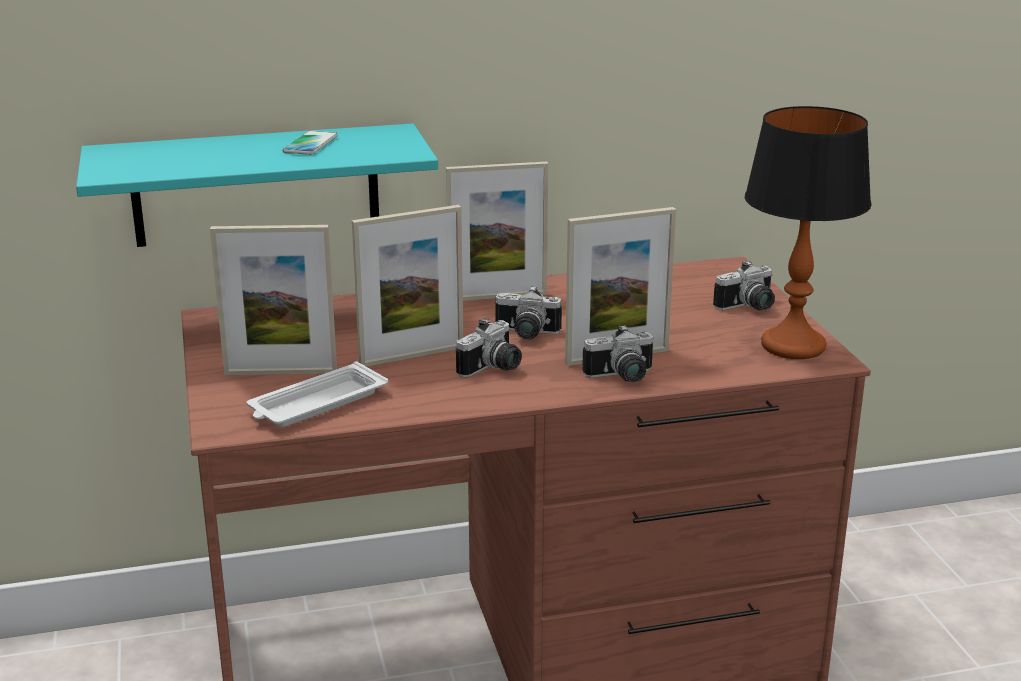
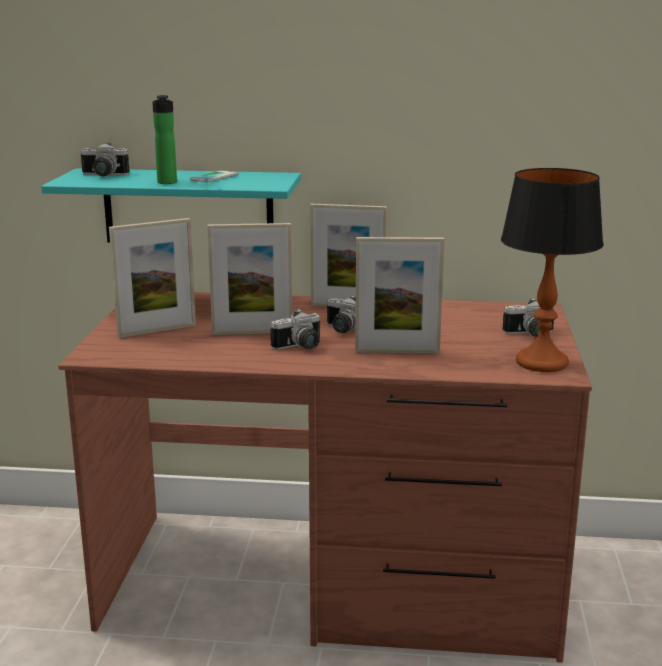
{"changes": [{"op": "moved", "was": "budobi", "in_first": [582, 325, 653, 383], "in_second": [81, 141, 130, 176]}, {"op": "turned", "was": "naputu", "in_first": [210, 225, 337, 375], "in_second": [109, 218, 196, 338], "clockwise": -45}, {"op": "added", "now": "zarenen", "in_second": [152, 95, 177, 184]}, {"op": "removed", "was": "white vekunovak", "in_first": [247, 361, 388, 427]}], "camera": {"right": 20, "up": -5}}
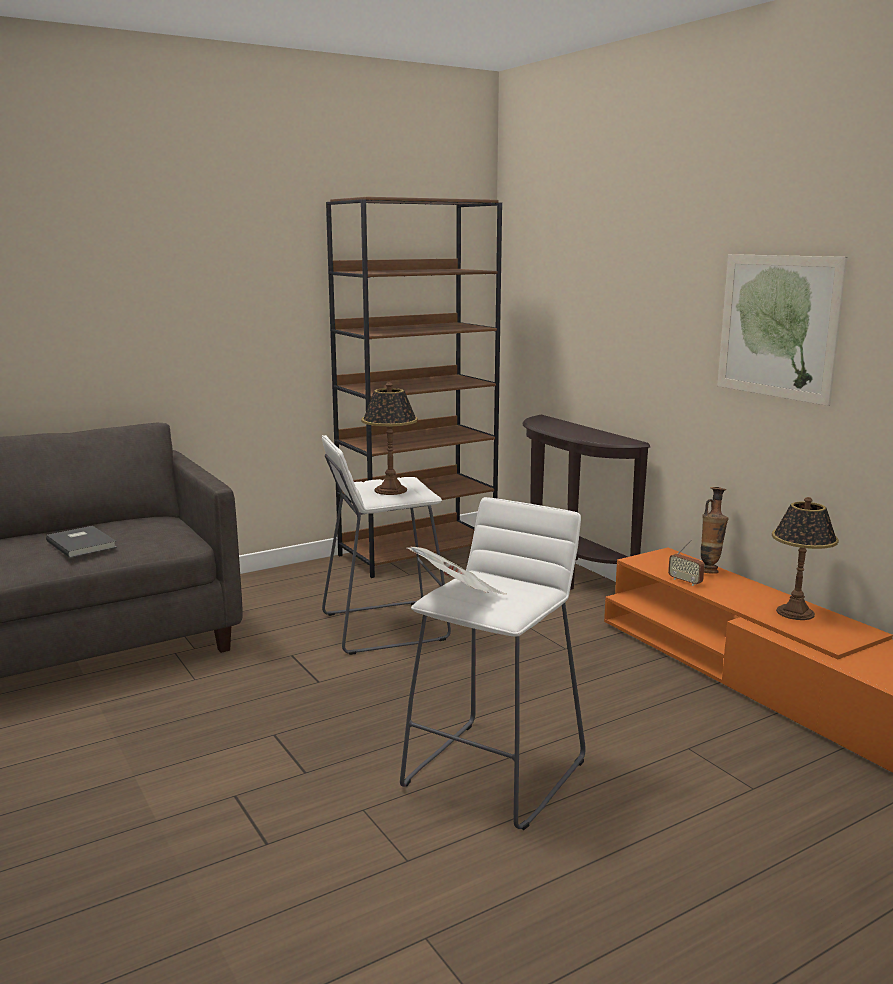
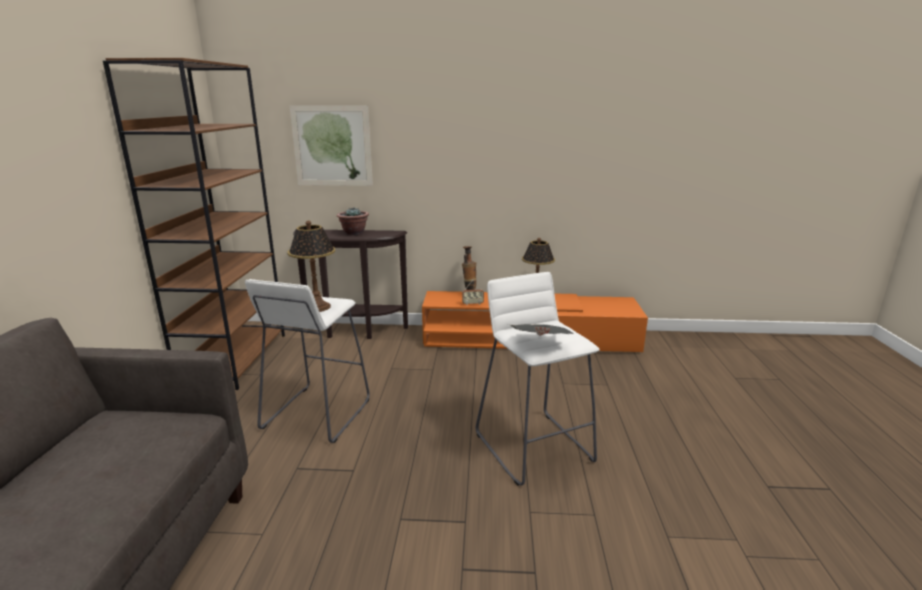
{"changes": [{"op": "moved", "was": "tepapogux", "in_first": [717, 254, 848, 406], "in_second": [290, 105, 373, 186]}, {"op": "added", "now": "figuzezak", "in_second": [337, 207, 369, 235]}, {"op": "removed", "was": "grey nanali", "in_first": [46, 526, 117, 558]}], "camera": {"right": -55, "up": 5}}
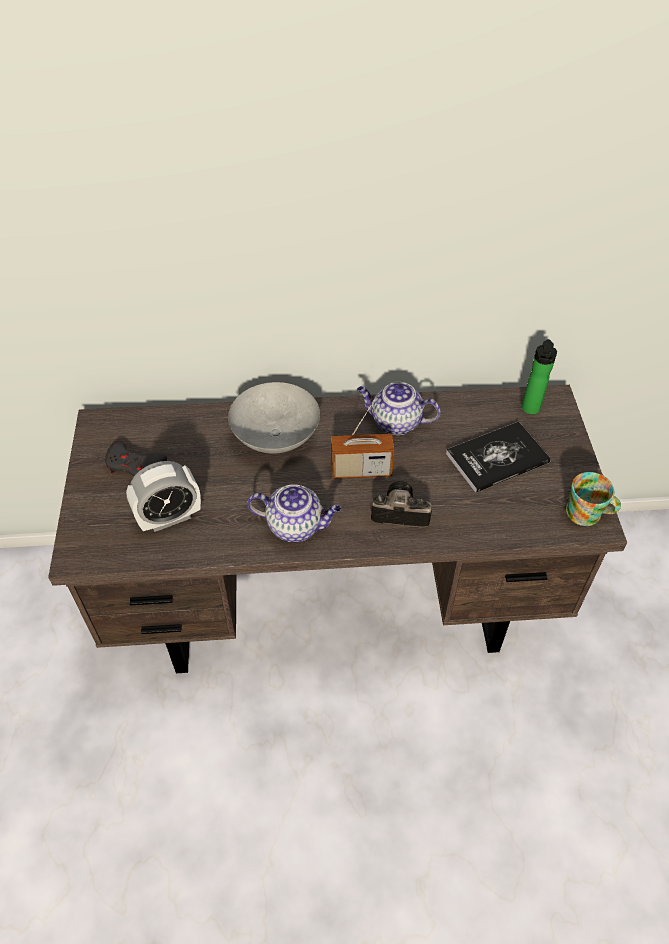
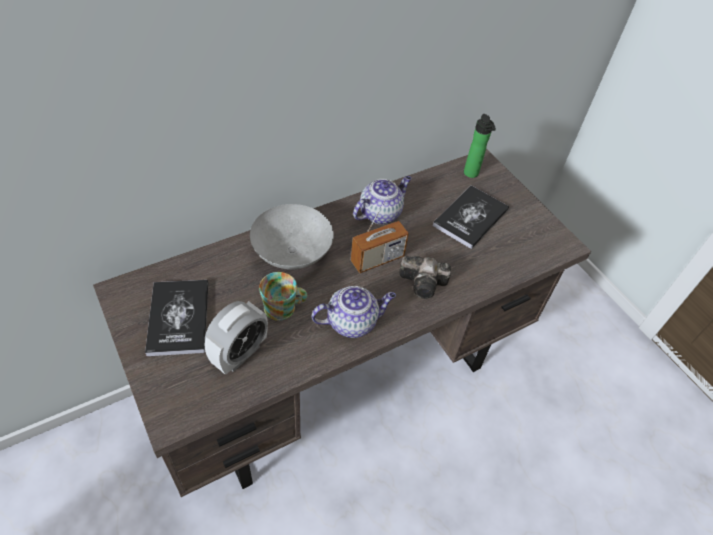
{"changes": [{"op": "replaced", "was": "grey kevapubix", "now": "nanali", "in_first": [105, 441, 167, 476], "in_second": [145, 280, 208, 356]}, {"op": "moved", "was": "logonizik", "in_first": [566, 472, 621, 526], "in_second": [259, 272, 307, 321]}, {"op": "turned", "was": "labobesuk", "in_first": [357, 382, 441, 435], "in_second": [353, 176, 411, 224], "clockwise": 150}, {"op": "turned", "was": "budobi", "in_first": [371, 481, 432, 528], "in_second": [399, 256, 452, 299], "clockwise": -150}], "camera": {"right": -30, "up": 0}}
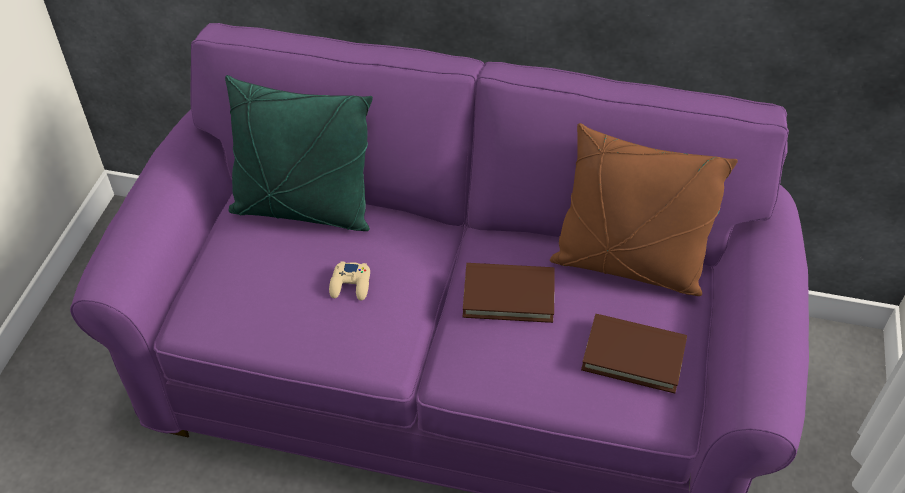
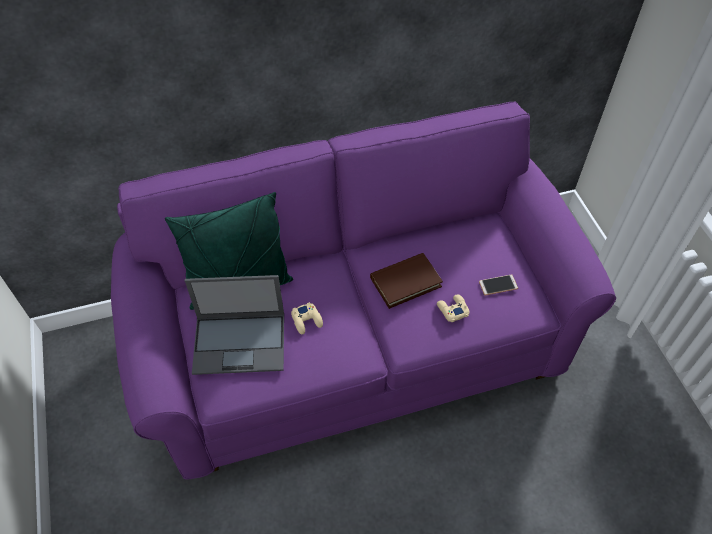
{"changes": [{"op": "added", "now": "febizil", "in_second": [185, 275, 284, 375]}, {"op": "added", "now": "beige kevapubix", "in_second": [437, 295, 470, 322]}, {"op": "replaced", "was": "brown nanali", "now": "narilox", "in_first": [581, 314, 687, 393], "in_second": [479, 274, 518, 295]}, {"op": "removed", "was": "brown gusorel", "in_first": [550, 123, 738, 296]}], "camera": {"right": -30, "up": 5}}
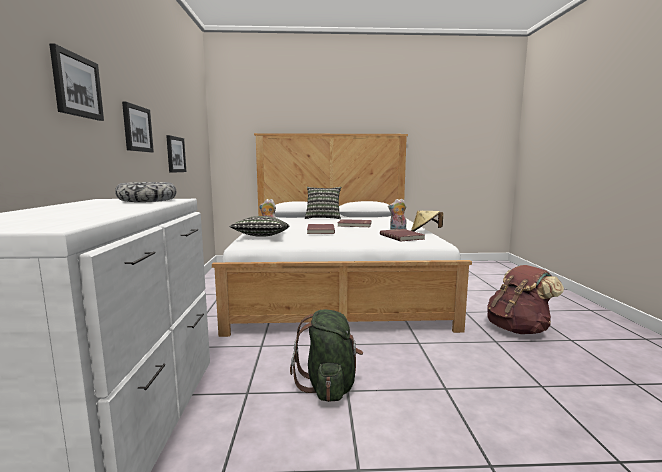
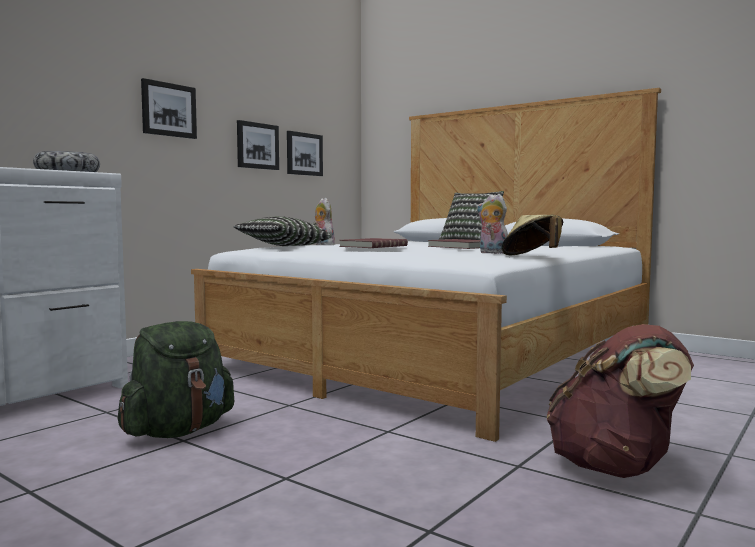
{"changes": [{"op": "moved", "was": "tepapogux", "in_first": [49, 43, 104, 121], "in_second": [287, 131, 323, 176]}, {"op": "removed", "was": "red nanali", "in_first": [380, 229, 425, 242]}], "camera": {"right": 40, "up": -5}}
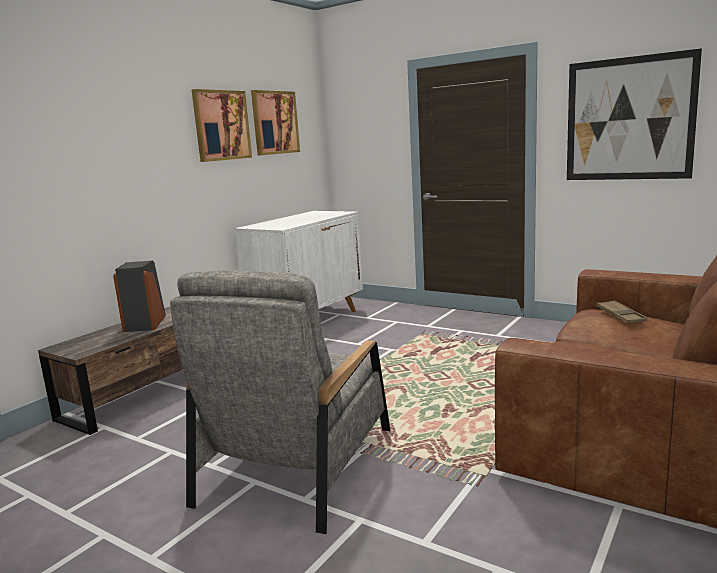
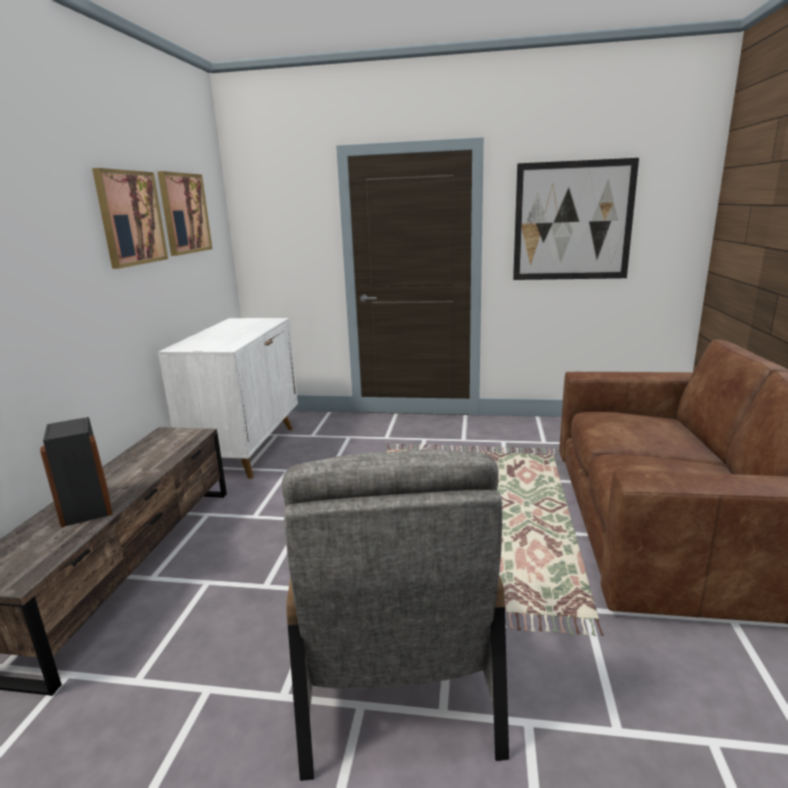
{"changes": [{"op": "removed", "was": "brown vekunovak", "in_first": [596, 300, 647, 324]}], "camera": {"right": -25, "up": 5}}
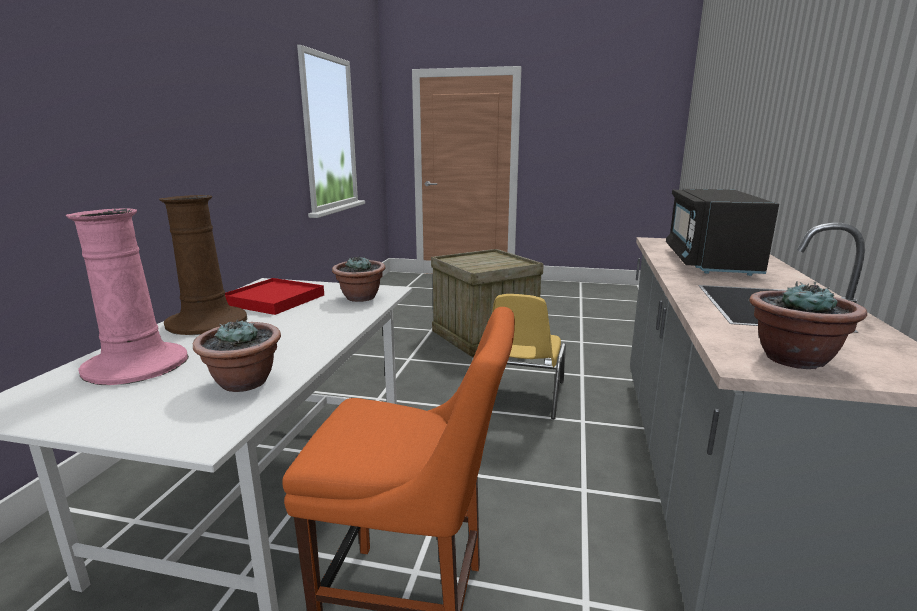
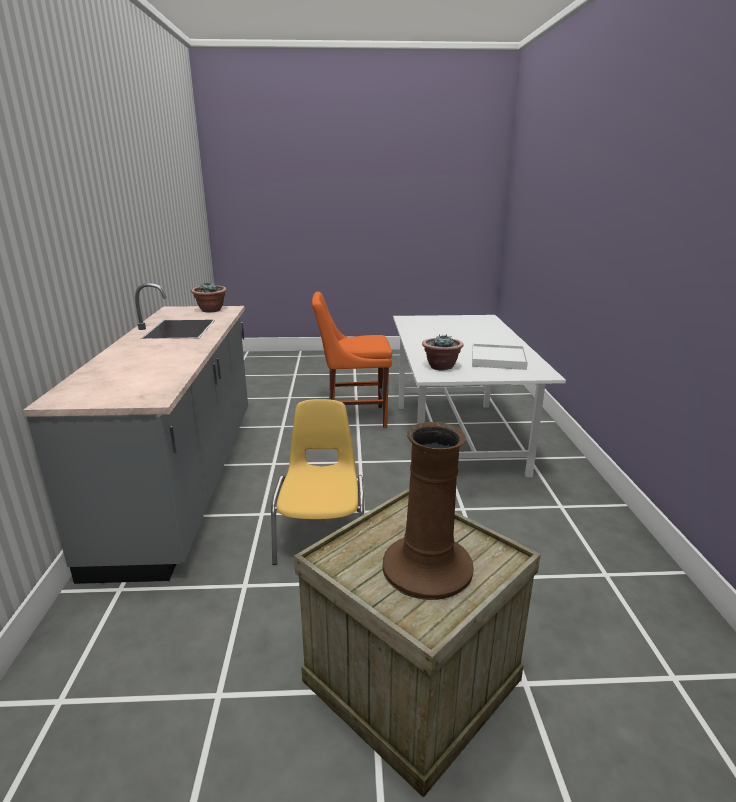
{"changes": [{"op": "moved", "was": "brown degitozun", "in_first": [159, 195, 247, 335], "in_second": [382, 422, 474, 600]}, {"op": "recoloured", "was": "red vekunovak", "now": "white vekunovak", "in_first": [225, 278, 324, 315], "in_second": [472, 344, 528, 370]}, {"op": "removed", "was": "pink degitozun", "in_first": [66, 209, 189, 385]}, {"op": "removed", "was": "figuzezak", "in_first": [193, 319, 281, 392]}, {"op": "removed", "was": "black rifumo", "in_first": [666, 189, 779, 276]}], "camera": {"right": 165, "up": 5}}
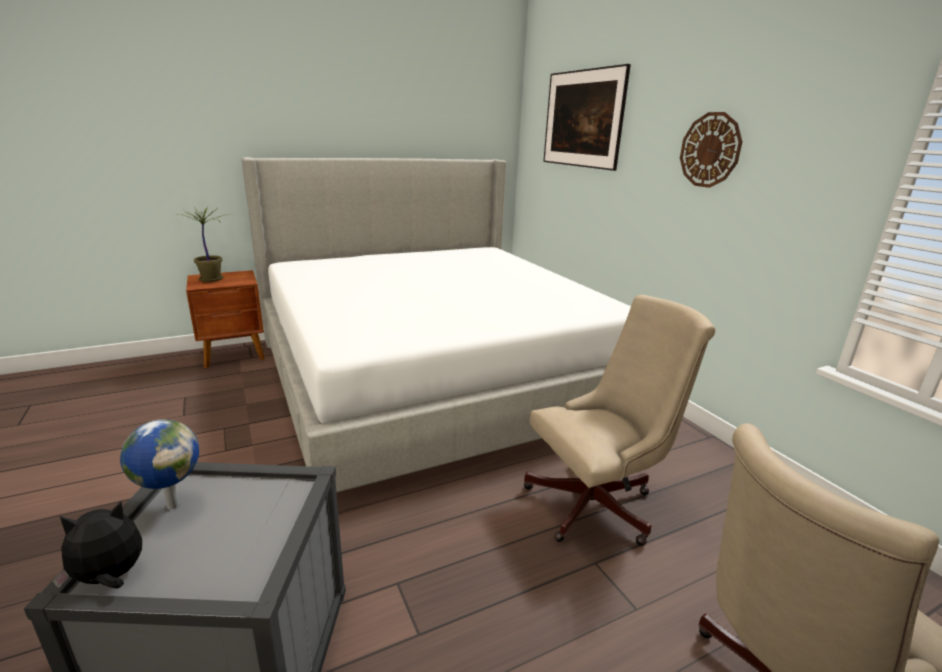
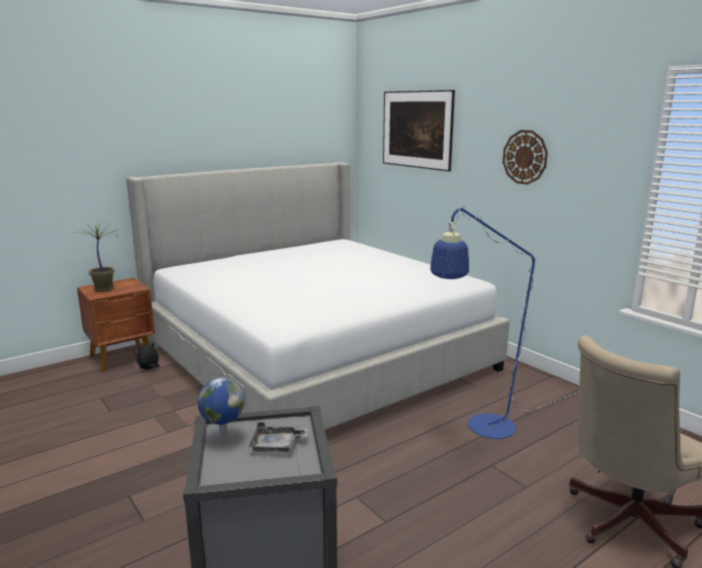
{"changes": [{"op": "moved", "was": "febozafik", "in_first": [52, 501, 142, 589], "in_second": [137, 342, 159, 370]}, {"op": "added", "now": "grey vekunovak", "in_second": [249, 422, 309, 452]}, {"op": "replaced", "was": "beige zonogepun", "now": "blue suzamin", "in_first": [524, 295, 716, 546], "in_second": [430, 206, 575, 439]}], "camera": {"right": -10, "up": -5}}
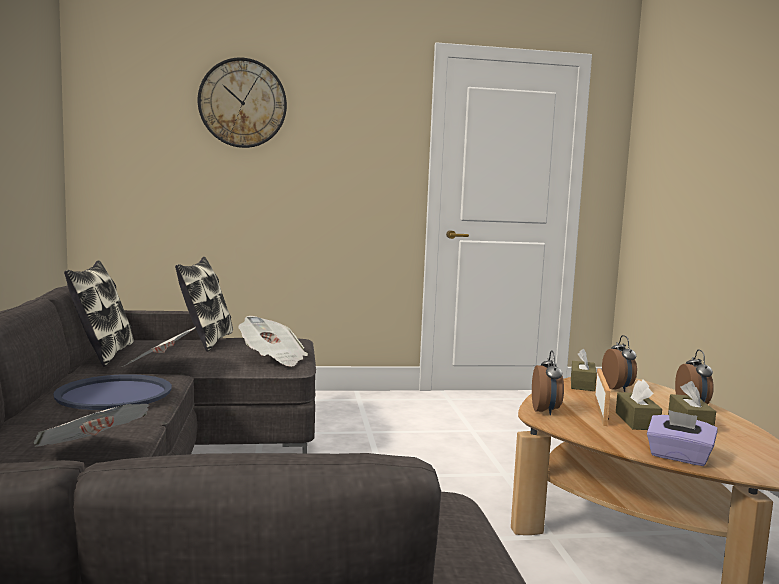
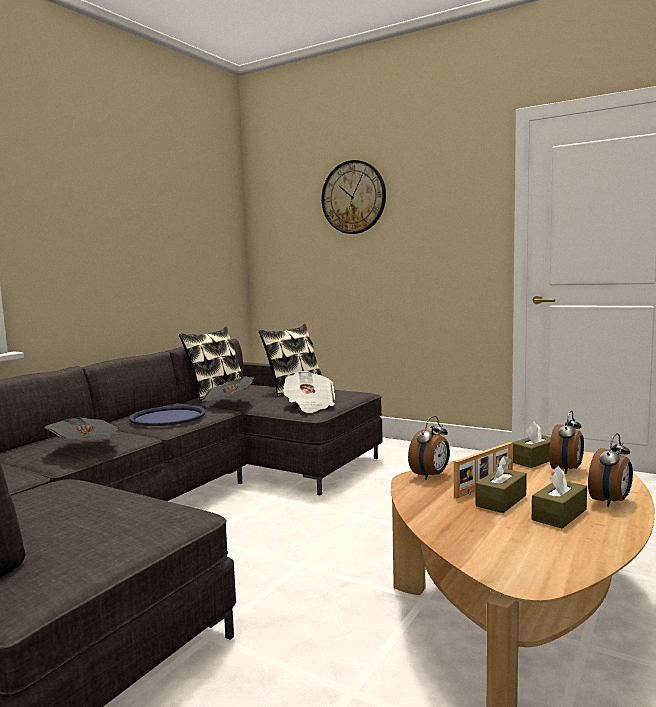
{"changes": [{"op": "removed", "was": "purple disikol", "in_first": [647, 410, 718, 466]}], "camera": {"right": 40, "up": 0}}
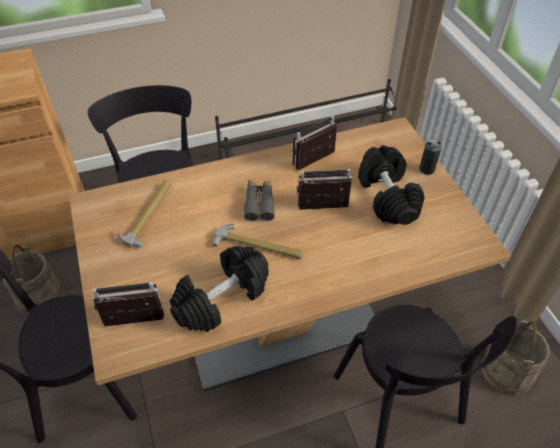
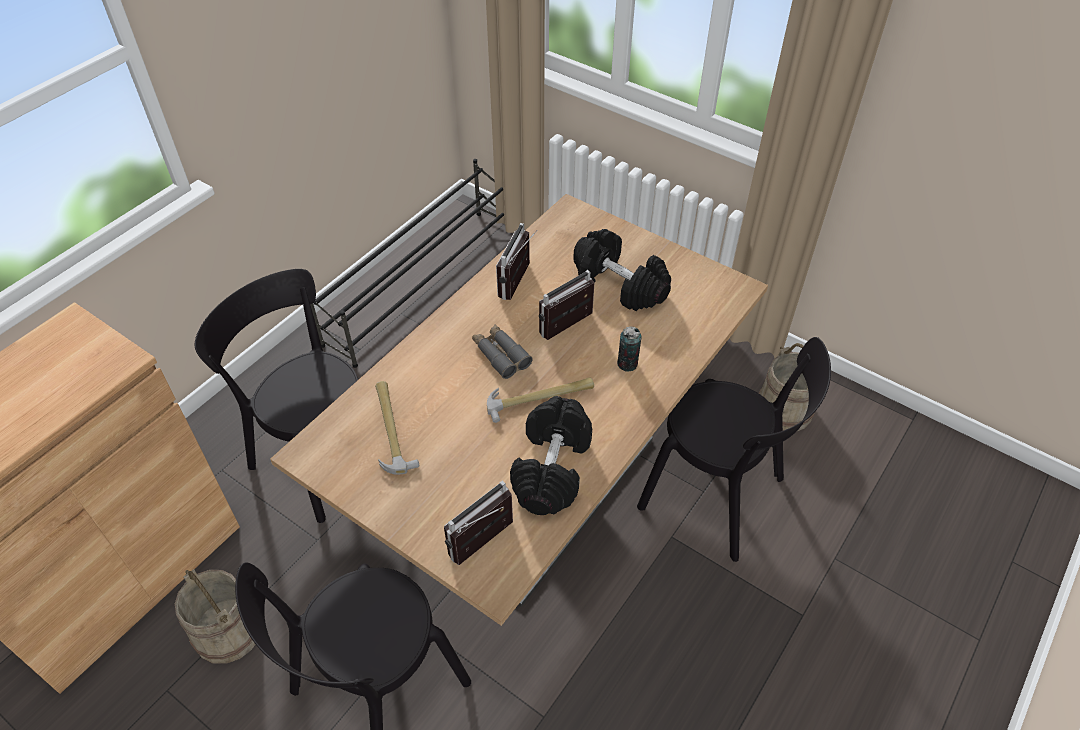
{"changes": [{"op": "moved", "was": "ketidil", "in_first": [419, 139, 442, 175], "in_second": [617, 326, 642, 372]}], "camera": {"right": -35, "up": 0}}
